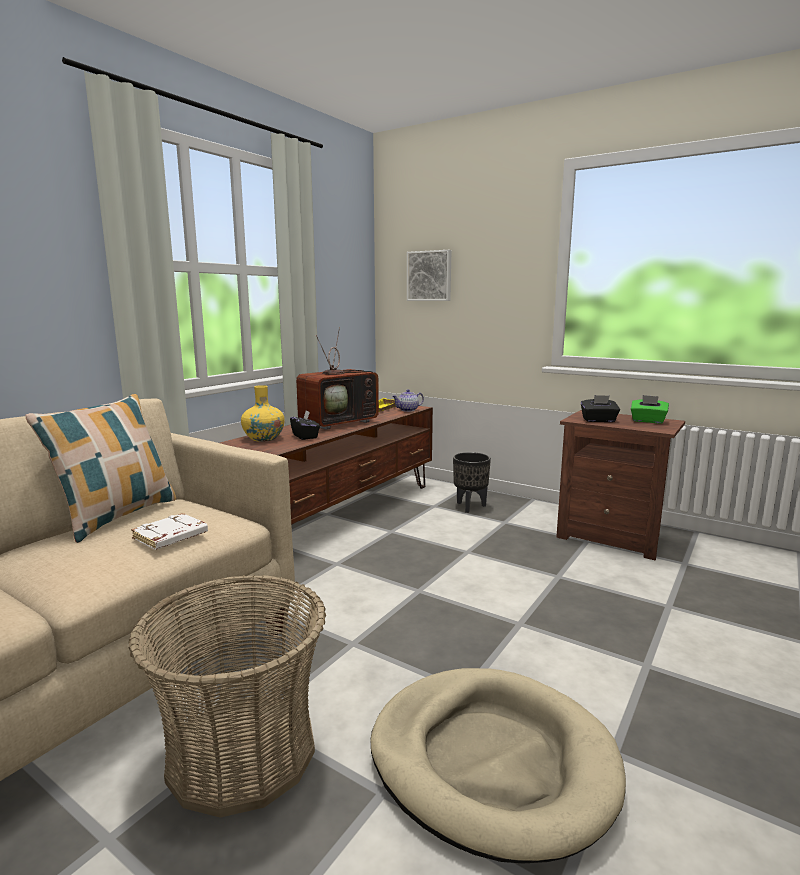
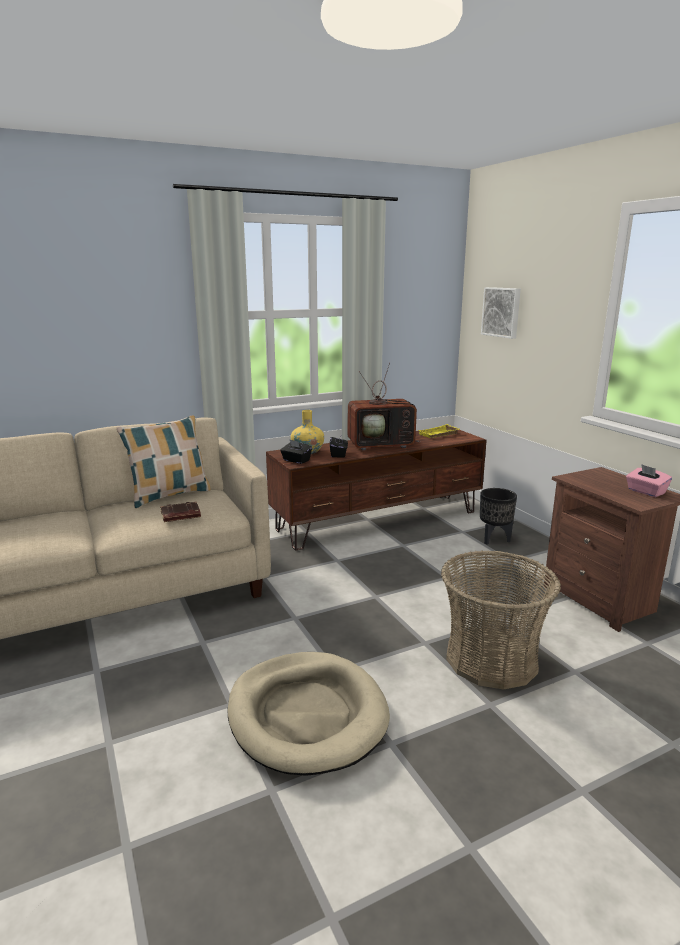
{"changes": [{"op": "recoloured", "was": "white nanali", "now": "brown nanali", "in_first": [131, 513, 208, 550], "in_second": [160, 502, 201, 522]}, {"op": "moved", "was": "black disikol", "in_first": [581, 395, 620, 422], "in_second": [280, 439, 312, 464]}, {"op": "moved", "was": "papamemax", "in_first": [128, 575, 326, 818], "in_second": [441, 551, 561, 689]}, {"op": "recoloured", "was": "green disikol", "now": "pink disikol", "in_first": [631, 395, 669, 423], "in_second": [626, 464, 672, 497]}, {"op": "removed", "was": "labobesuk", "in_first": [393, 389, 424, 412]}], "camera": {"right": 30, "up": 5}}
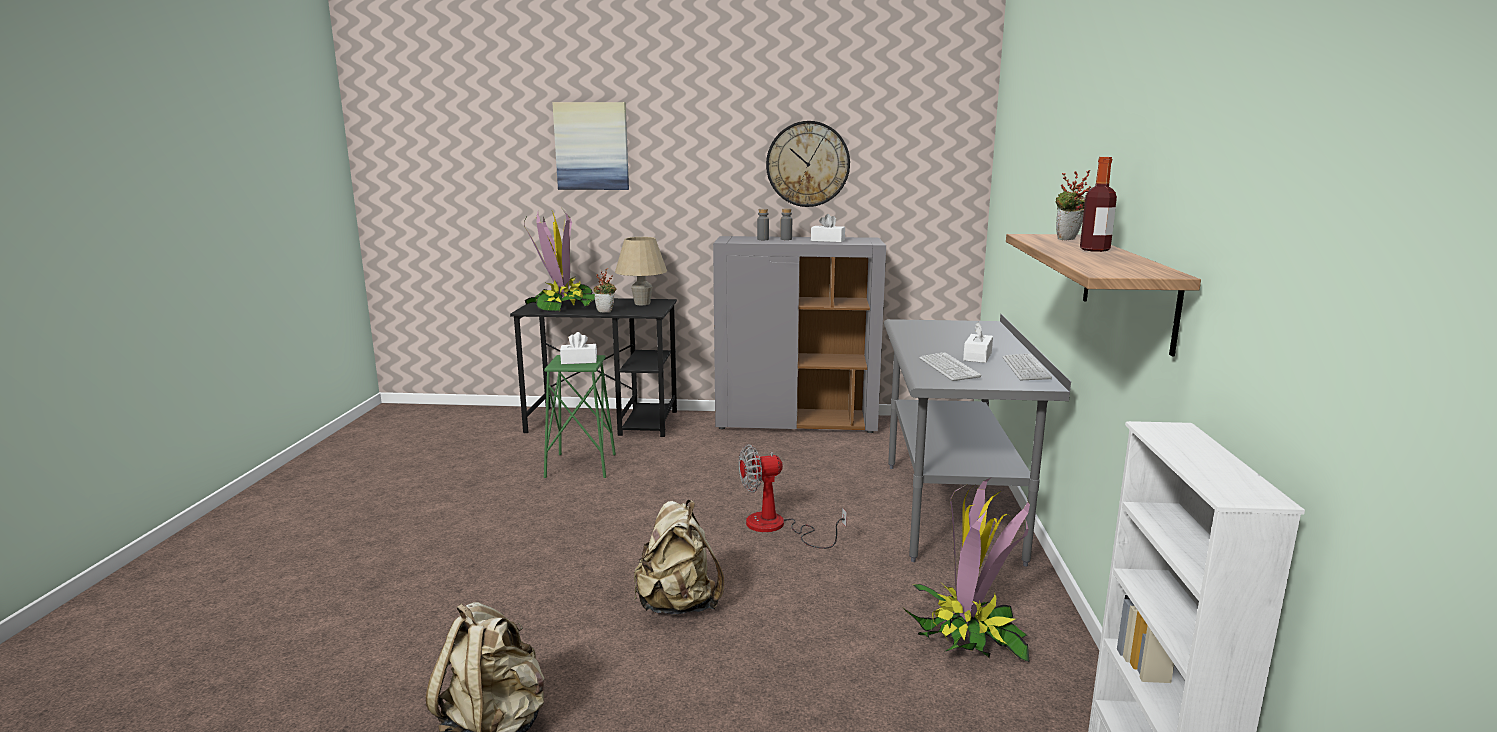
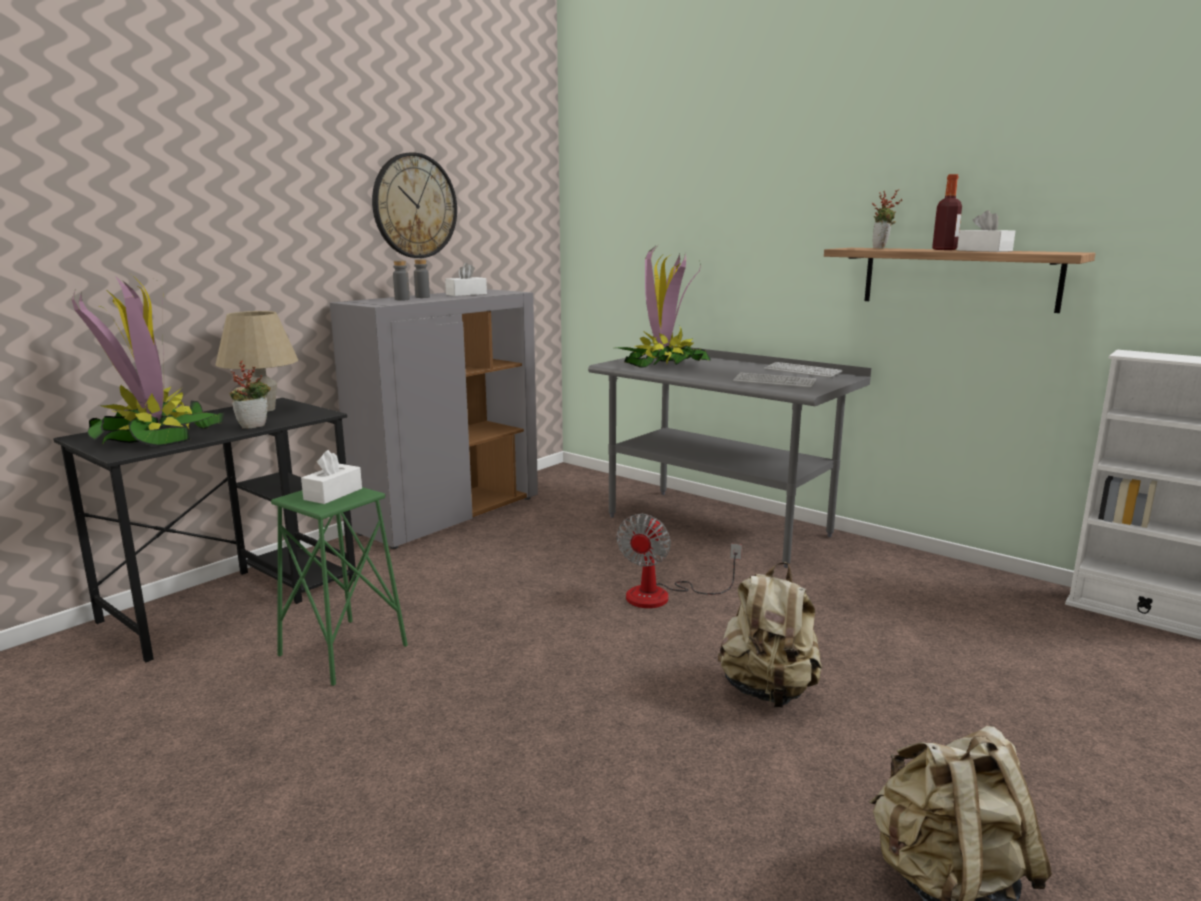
{"changes": [{"op": "moved", "was": "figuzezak", "in_first": [904, 478, 1030, 662], "in_second": [615, 246, 711, 368]}, {"op": "moved", "was": "white disikol", "in_first": [963, 322, 993, 363], "in_second": [957, 210, 1015, 252]}, {"op": "removed", "was": "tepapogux", "in_first": [552, 102, 629, 190]}], "camera": {"right": -55, "up": 0}}
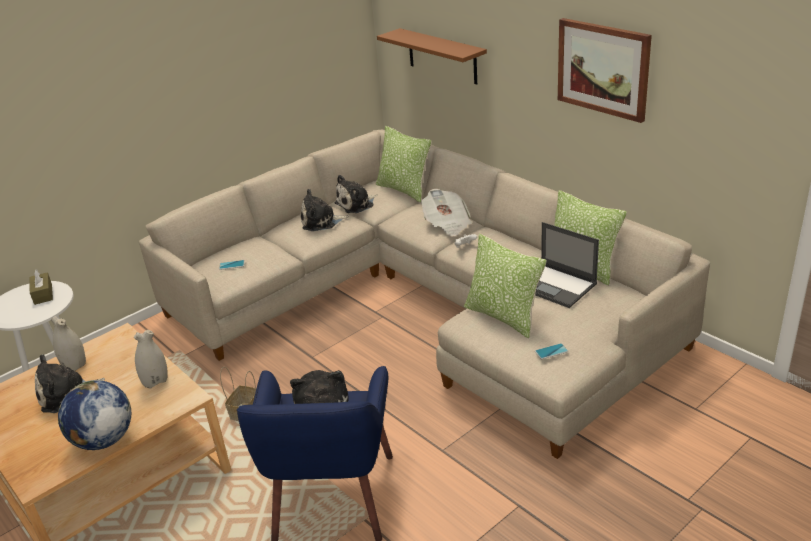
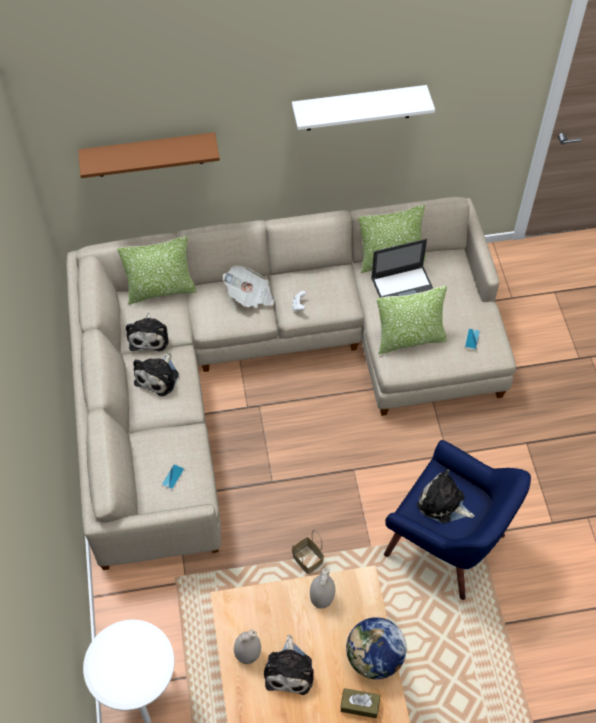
{"changes": [{"op": "replaced", "was": "tepapogux", "now": "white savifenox", "in_first": [558, 18, 652, 123], "in_second": [292, 85, 435, 131]}, {"op": "moved", "was": "brown disikol", "in_first": [29, 270, 53, 305], "in_second": [341, 688, 380, 718]}], "camera": {"right": -60, "up": 25}}
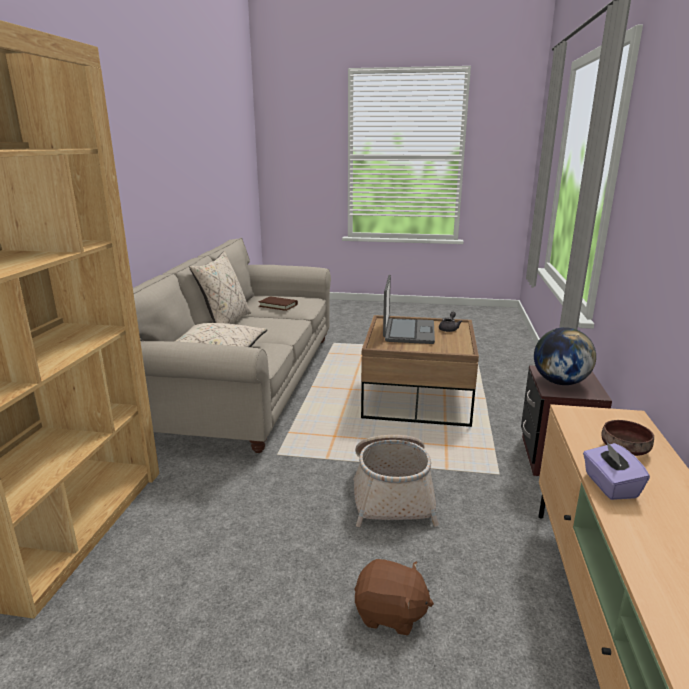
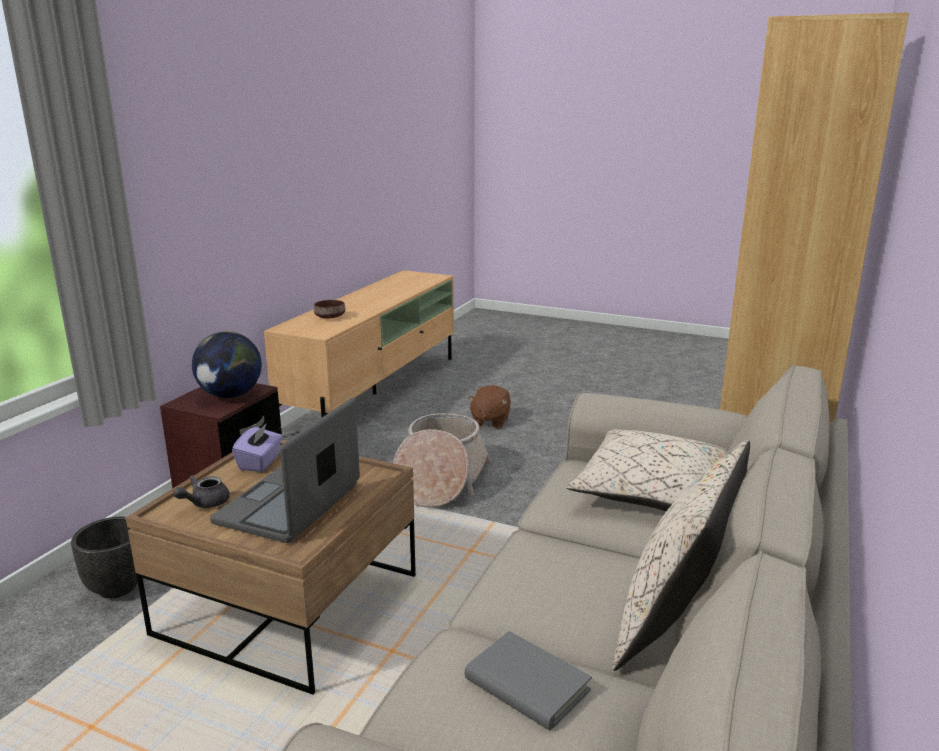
{"changes": [{"op": "added", "now": "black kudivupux", "in_second": [71, 517, 138, 598]}, {"op": "moved", "was": "purple disikol", "in_first": [583, 440, 650, 500], "in_second": [232, 423, 283, 472]}, {"op": "recoloured", "was": "brown nanali", "now": "grey nanali", "in_first": [258, 296, 298, 311], "in_second": [465, 631, 592, 731]}, {"op": "turned", "was": "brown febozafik", "in_first": [355, 559, 434, 635], "in_second": [468, 385, 511, 428], "clockwise": -105}], "camera": {"right": -165, "up": 0}}
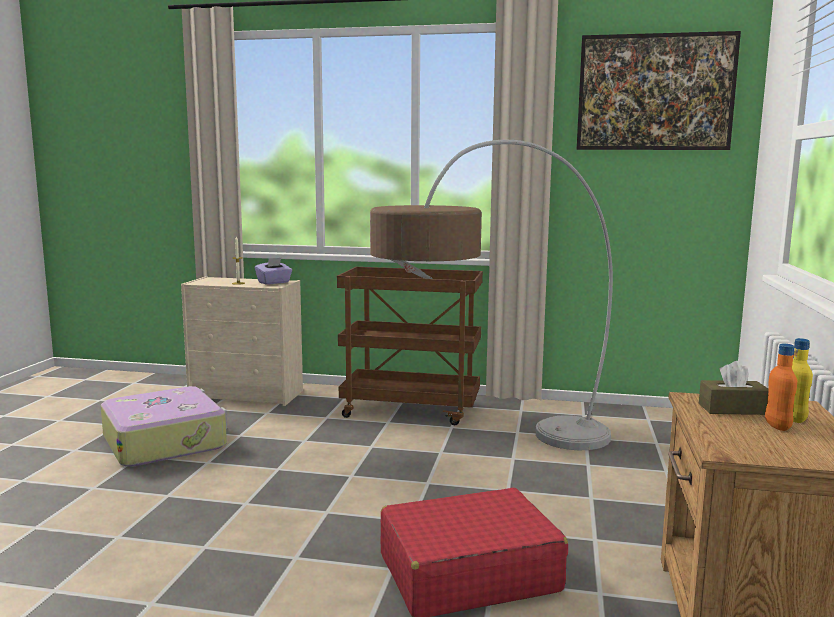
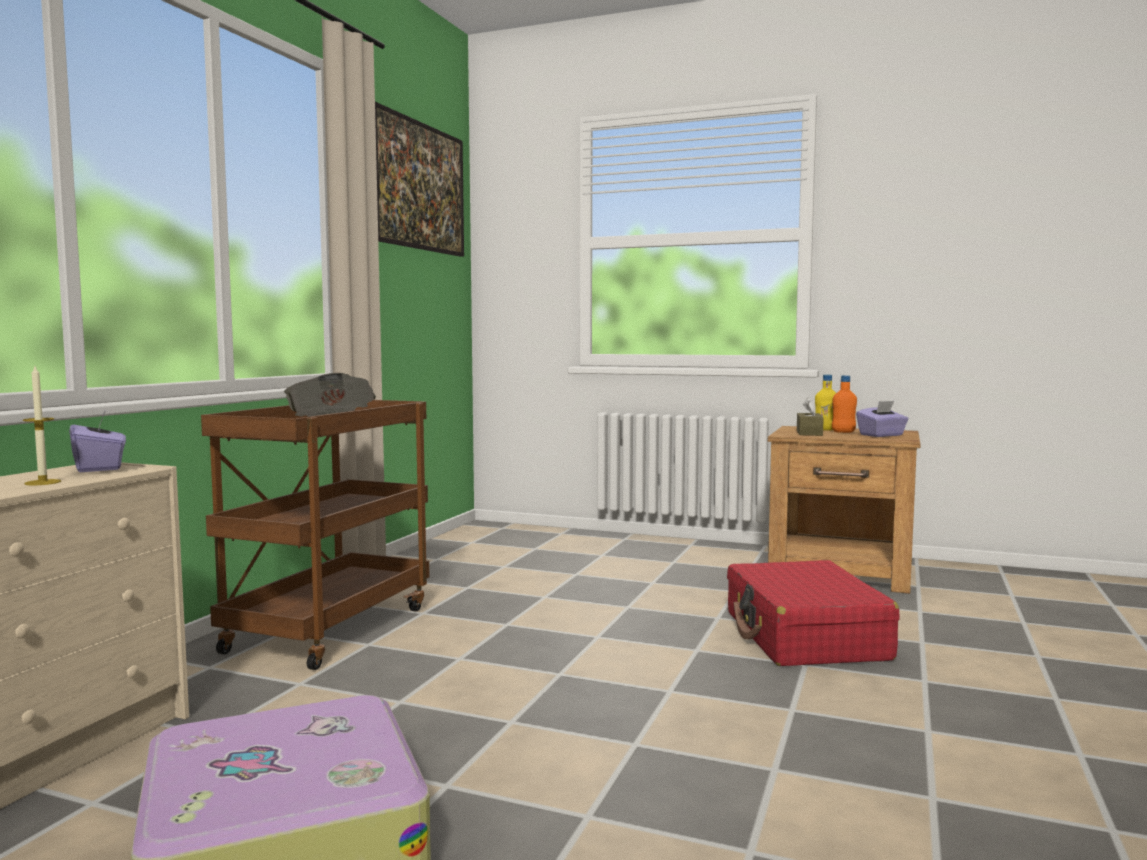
{"changes": [{"op": "added", "now": "purple disikol", "in_second": [856, 401, 908, 437]}, {"op": "removed", "was": "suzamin", "in_first": [370, 140, 613, 450]}], "camera": {"right": -80, "up": -5}}
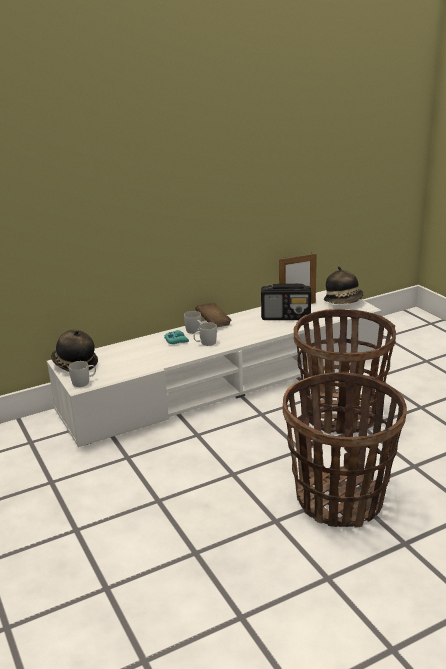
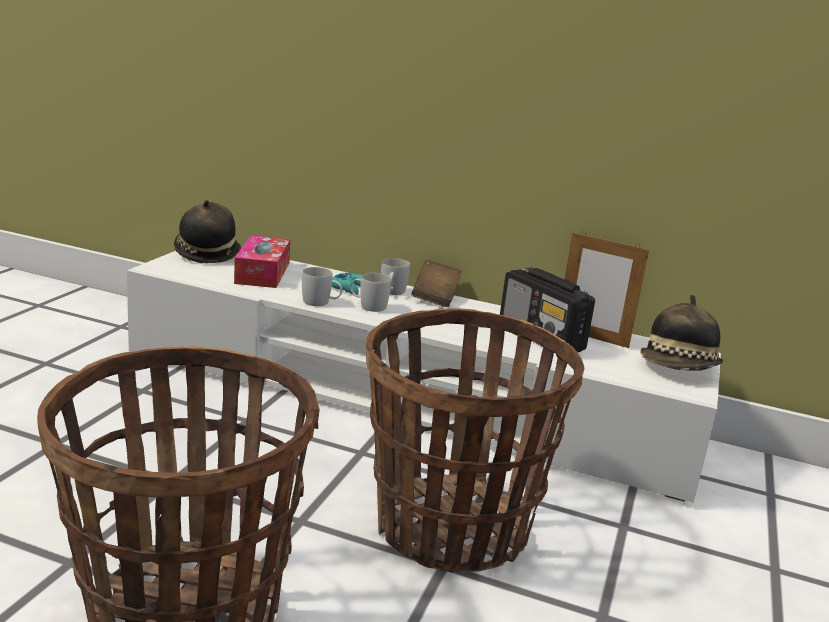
{"changes": [{"op": "added", "now": "disikol", "in_second": [234, 235, 290, 288]}, {"op": "moved", "was": "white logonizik", "in_first": [69, 361, 96, 387], "in_second": [302, 267, 342, 306]}], "camera": {"right": 45, "up": -5}}
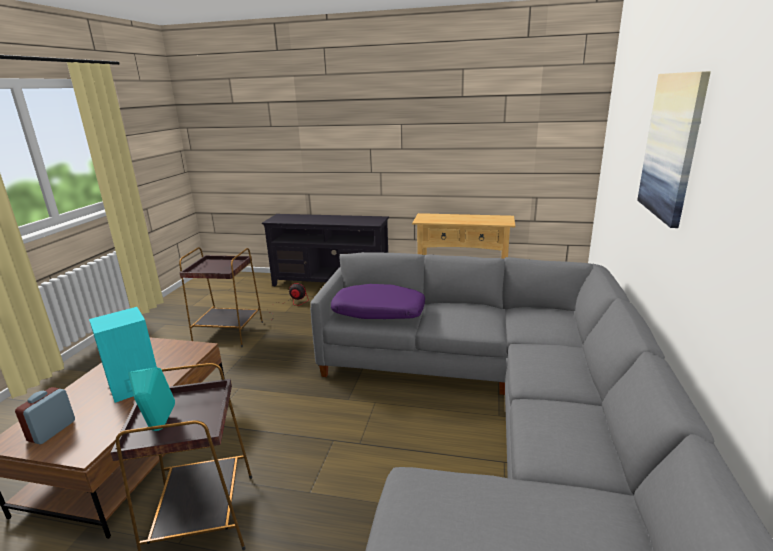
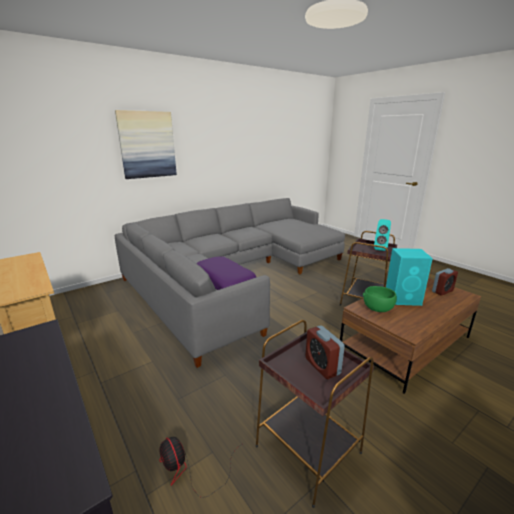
{"changes": [{"op": "added", "now": "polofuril", "in_second": [305, 325, 345, 379]}, {"op": "added", "now": "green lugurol", "in_second": [363, 286, 397, 312]}], "camera": {"right": -140, "up": 0}}
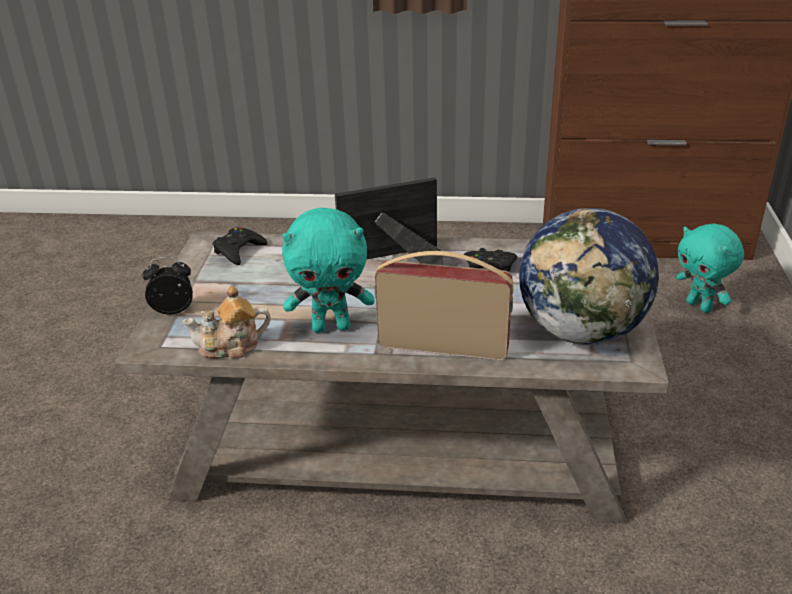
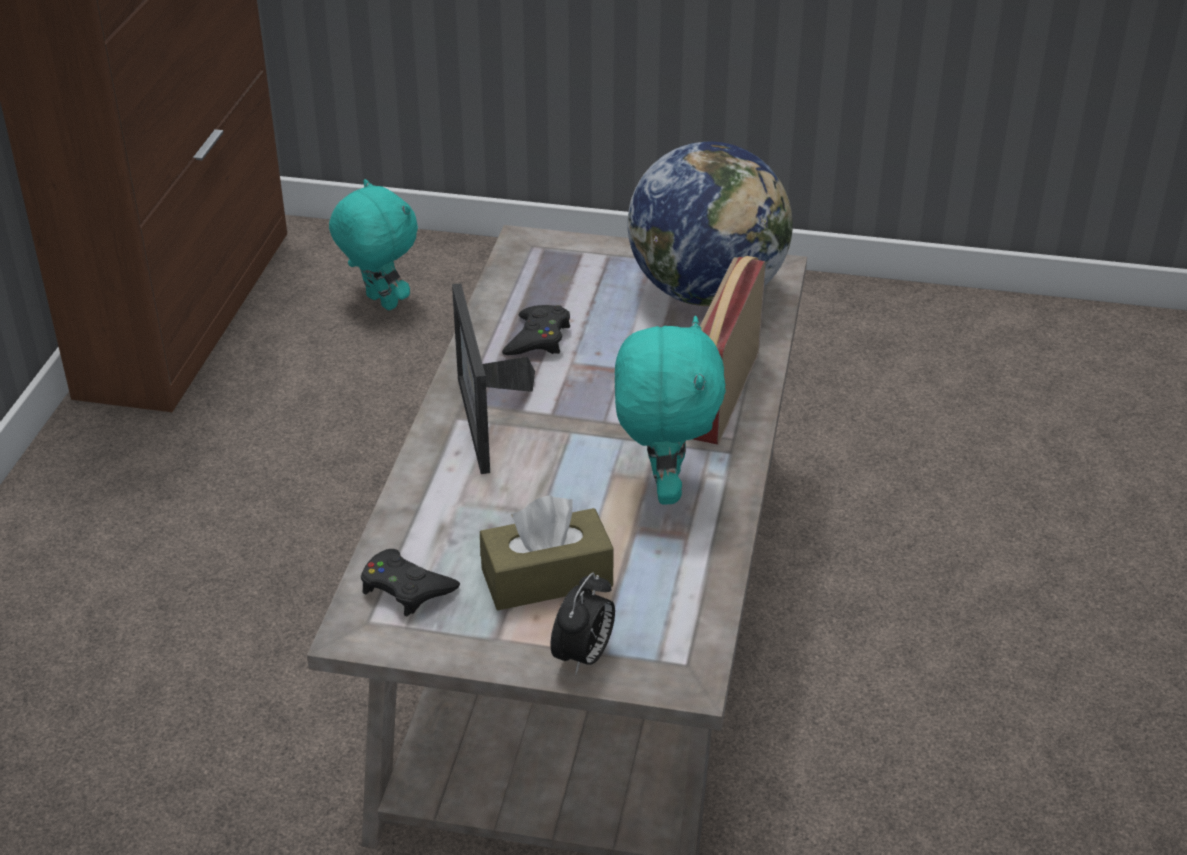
{"changes": [{"op": "turned", "was": "turquoise febozafik", "in_first": [676, 224, 744, 313], "in_second": [329, 179, 418, 310], "clockwise": -105}, {"op": "added", "now": "brown disikol", "in_second": [480, 495, 614, 610]}, {"op": "turned", "was": "polofuril", "in_first": [142, 257, 193, 314], "in_second": [551, 573, 615, 675], "clockwise": -150}, {"op": "removed", "was": "labobesuk", "in_first": [182, 286, 271, 359]}], "camera": {"right": -85, "up": 5}}
